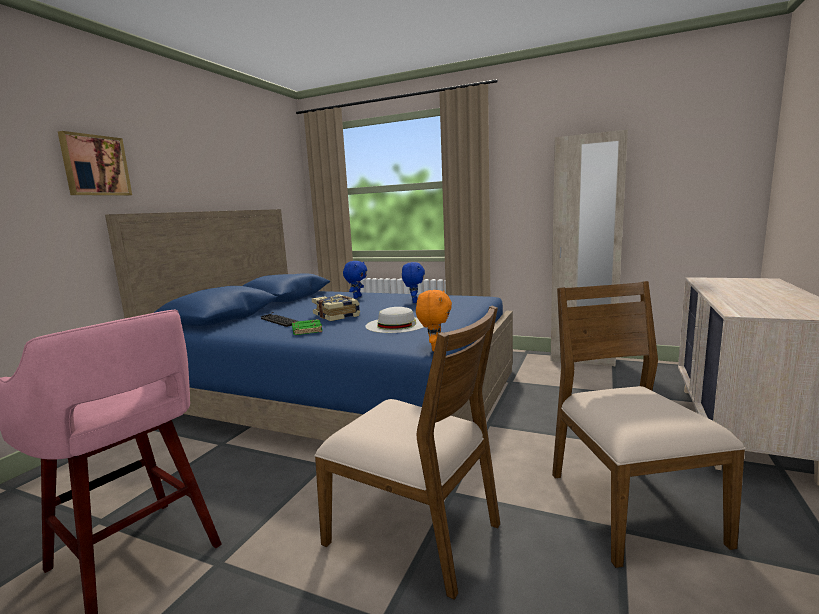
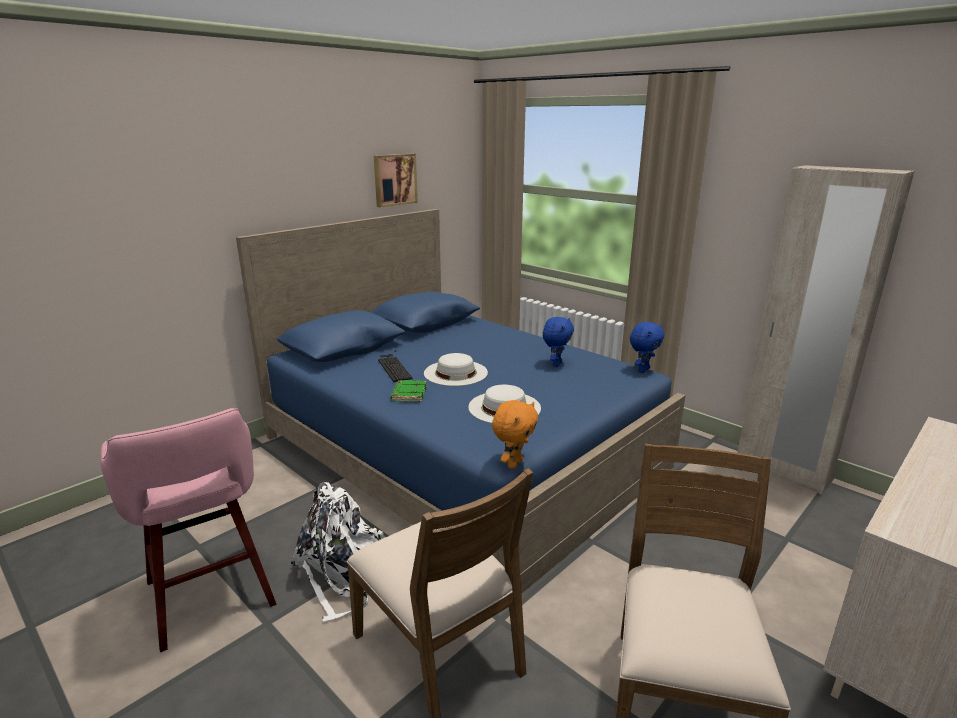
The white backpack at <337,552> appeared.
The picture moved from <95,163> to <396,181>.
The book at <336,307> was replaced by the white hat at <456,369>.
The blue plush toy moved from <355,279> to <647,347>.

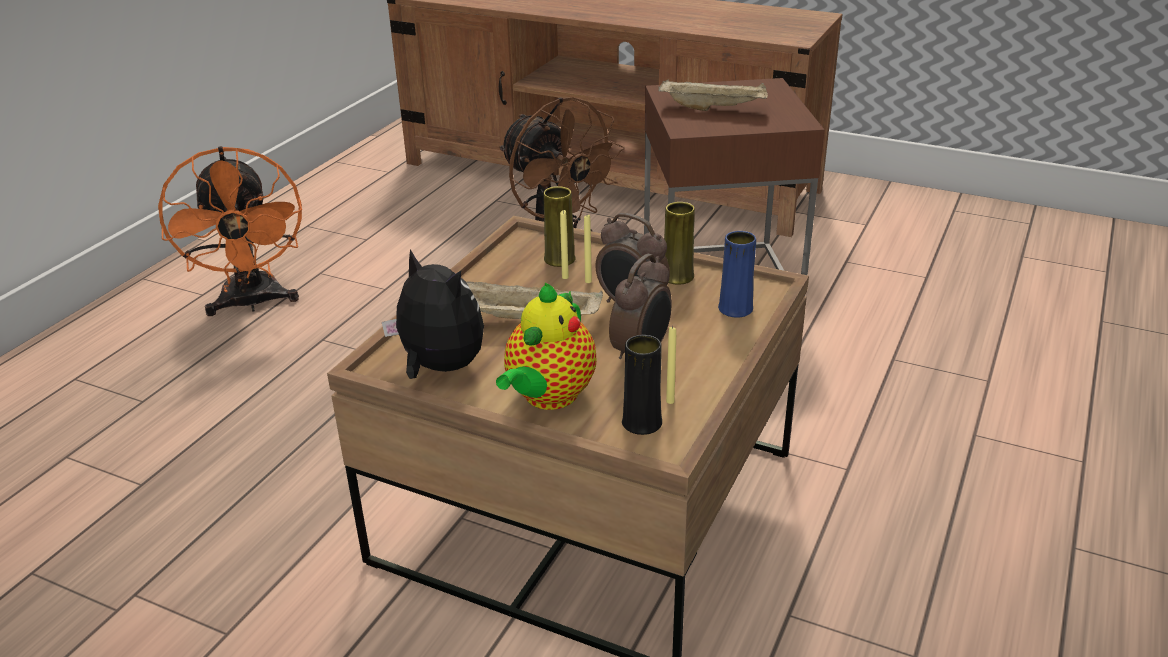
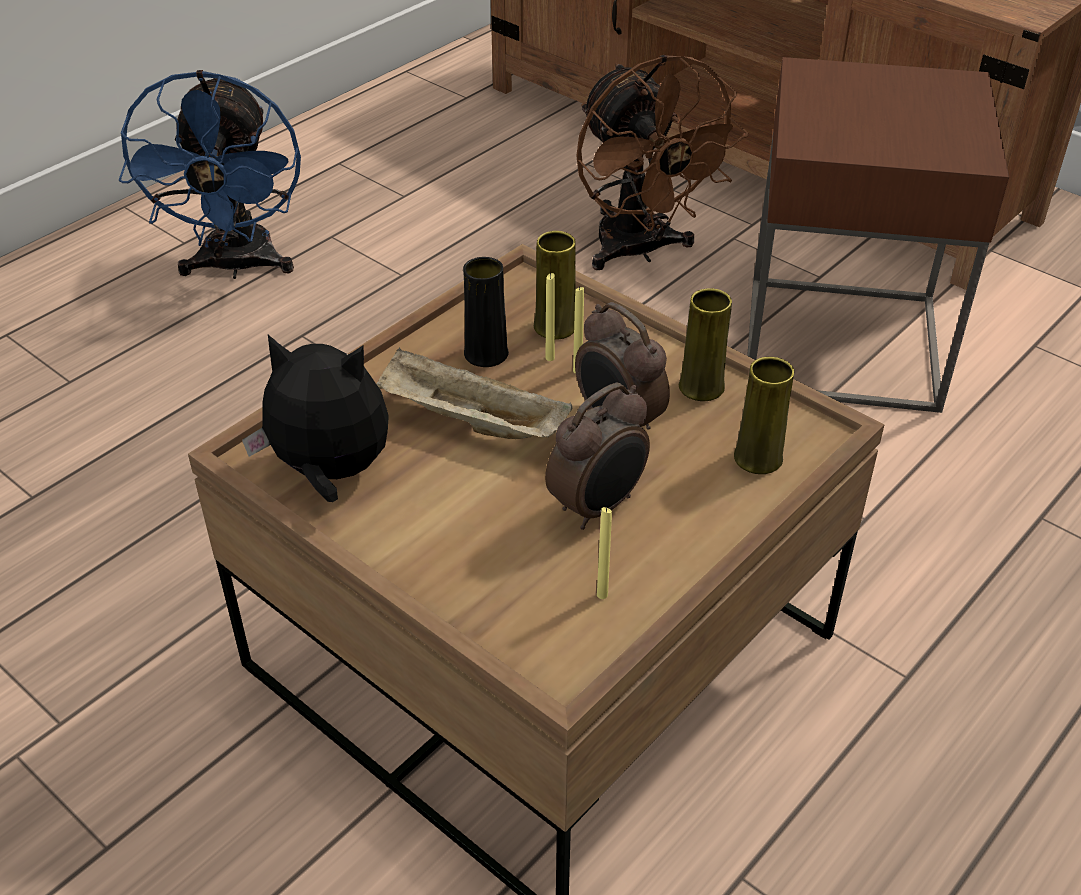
The orange fan at <230,231> became the blue fan at <210,174>.
The plush toy at <433,314> turned 45 degrees counterclockwise.
The black vase moved from <642,385> to <486,312>.
The blue vase at <737,274> became the yellow vase at <764,415>.
The teapot at <546,346> disappeared.
The beige tray at <713,95> disappeared.

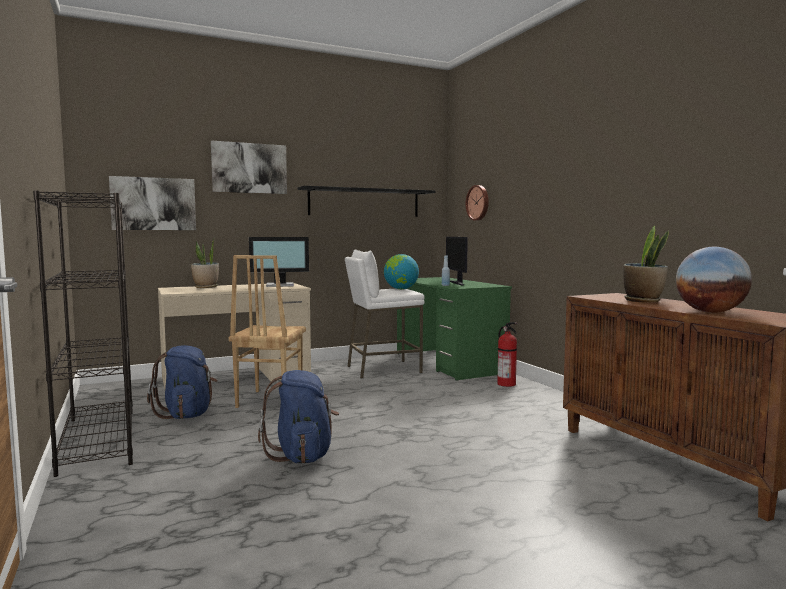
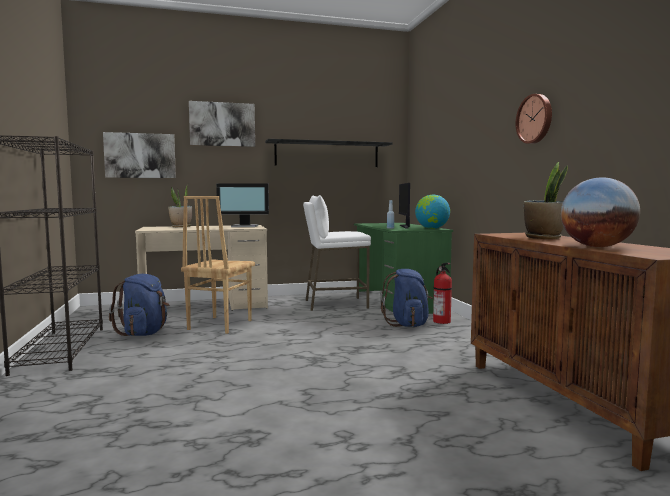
The blue backpack moved from <298,417> to <407,298>.
The globe moved from <401,271> to <432,212>.
The wall clock moved from <477,203> to <533,119>.

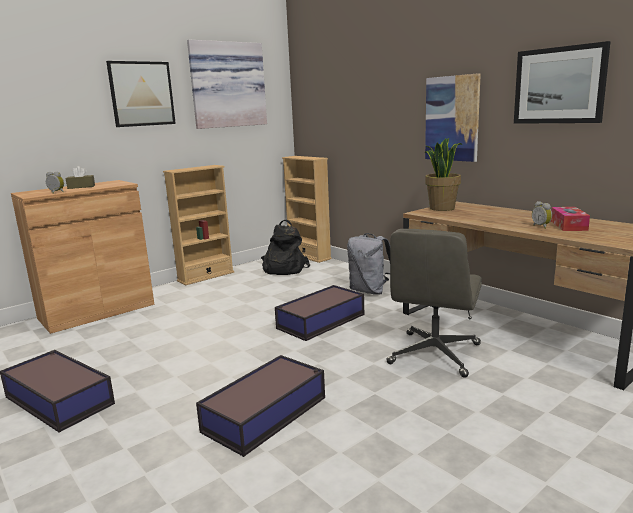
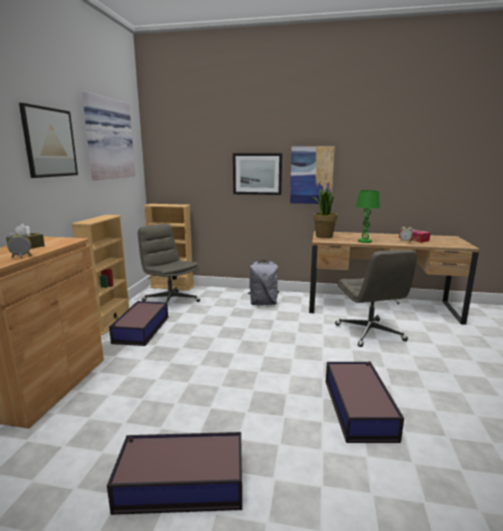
The storage box moved from <319,313> to <138,323>.
The black backpack at <285,247> was replaced by the grey office chair at <169,263>.
The picture moved from <562,82> to <257,174>.
The green table lamp at <368,216> appeared.

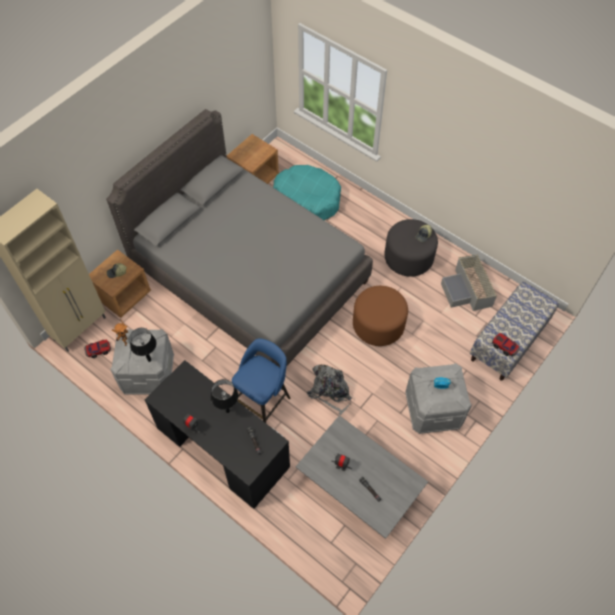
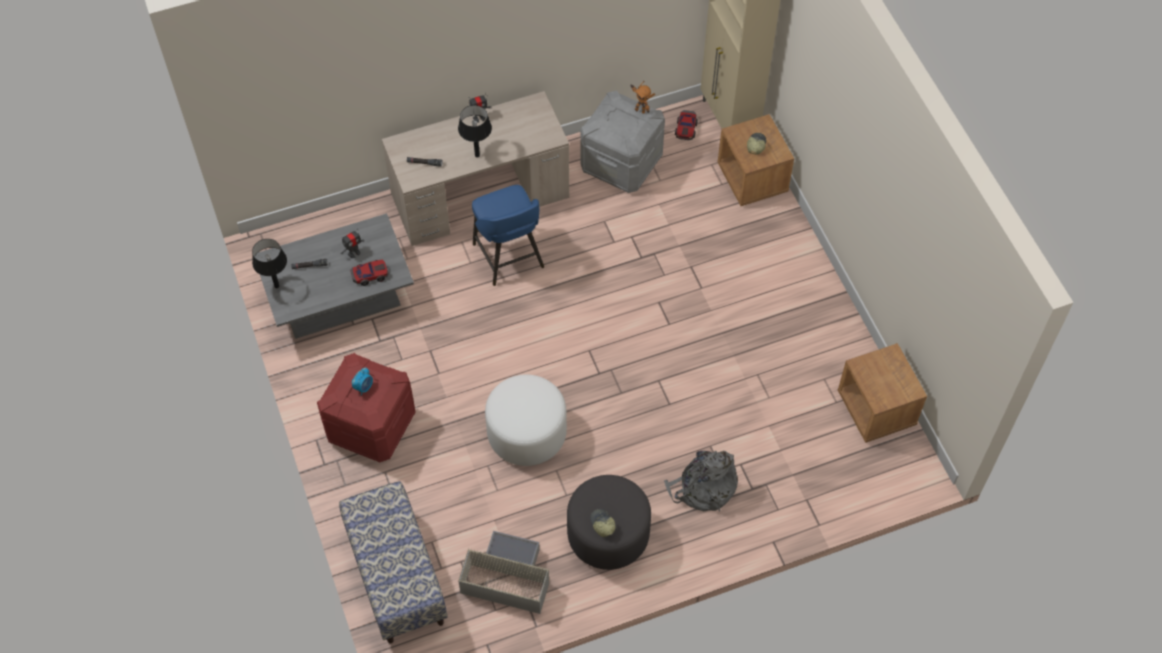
The black table lamp moved from <143,345> to <269,263>.
The grey storage box at <438,398> became the red storage box at <366,408>.
The toy car moved from <506,344> to <369,273>.
The black desk at <217,434> became the beige desk at <475,168>.
The brown ottoman at <380,316> became the white ottoman at <526,420>.
The grey backpack moved from <329,390> to <701,481>.
The grey bed at <239,238> disappeared.
The turquoise dog bed at <307,192> disappeared.

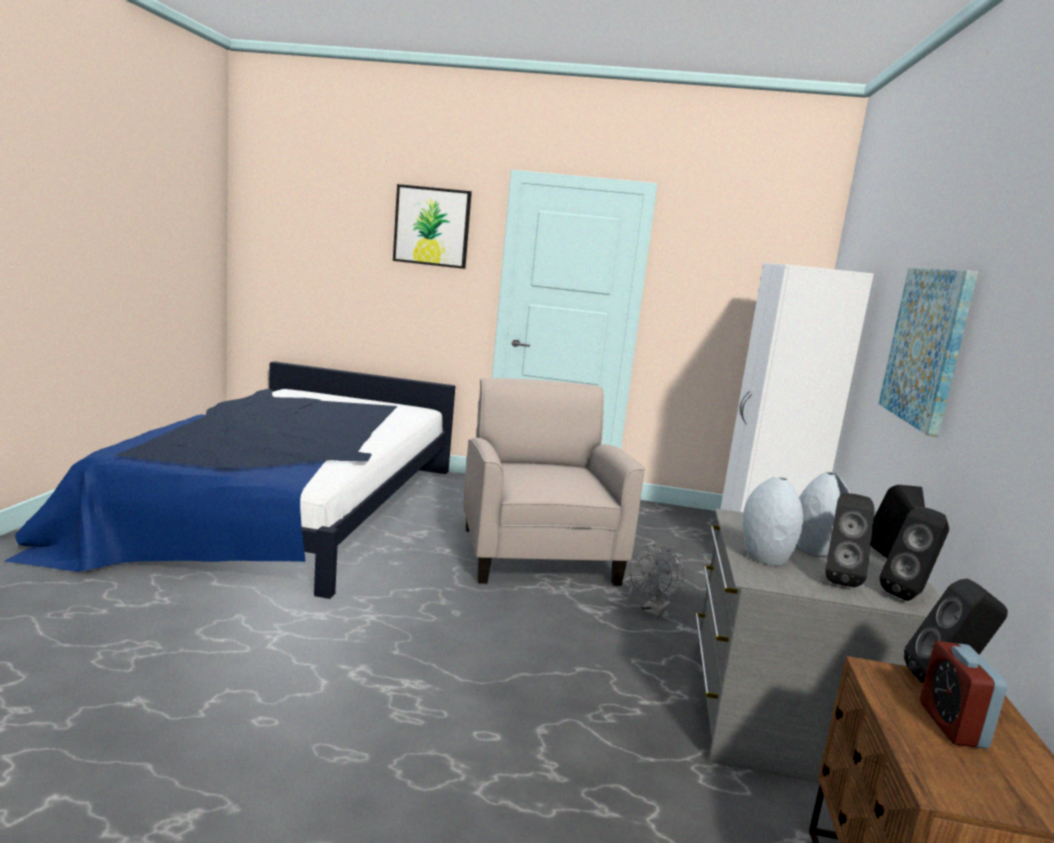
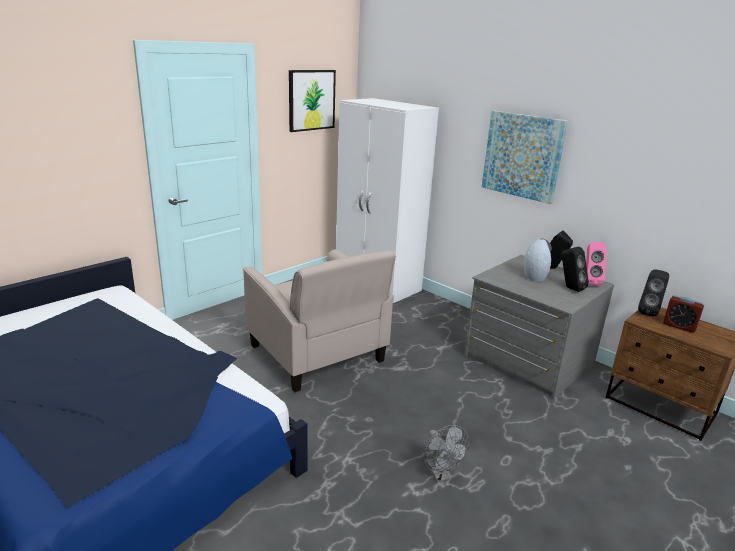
The beige armchair at <554,482> turned 150 degrees counterclockwise.
The picture moved from <432,226> to <312,101>.
The grey fan moved from <657,581> to <446,454>.
The black speaker at <914,553> became the pink speaker at <596,264>.
The grey vase at <773,521> disappeared.

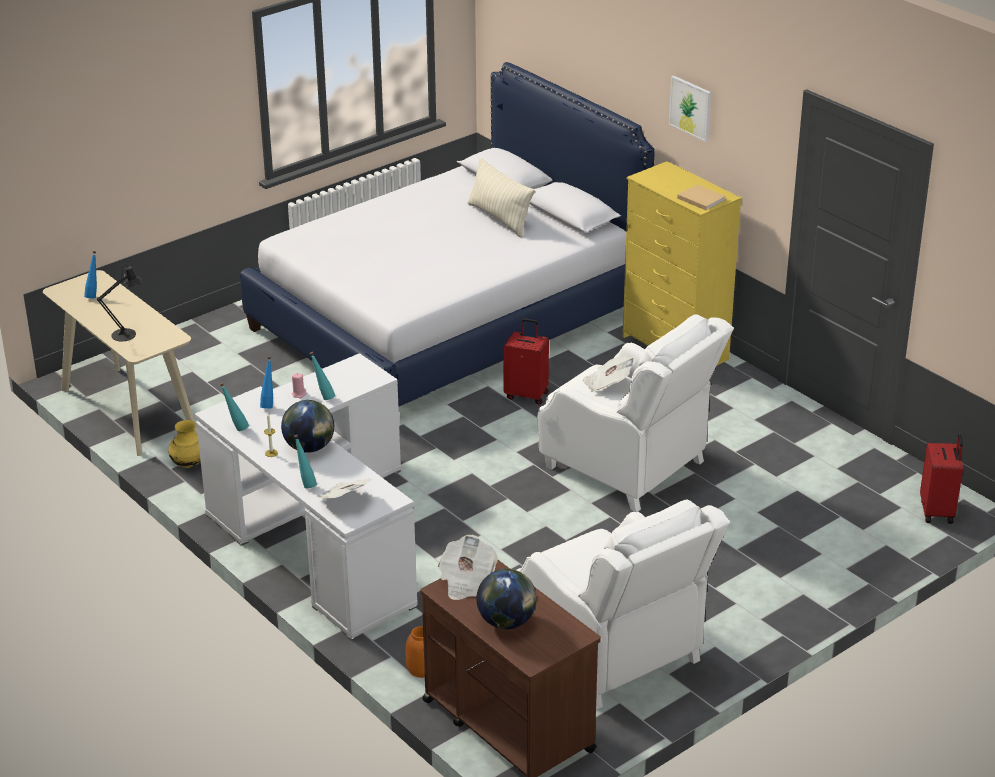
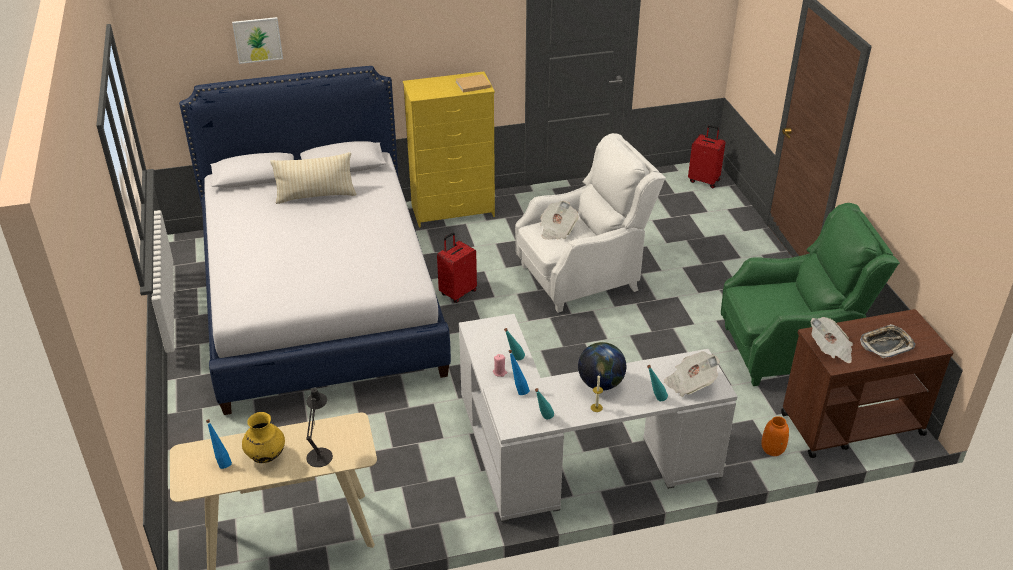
The picture moved from <690,109> to <257,40>.
The yellow vase moved from <184,444> to <263,437>.
The white armchair at <623,604> became the green armchair at <810,294>.
The globe at <506,599> was replaced by the tray at <887,341>.

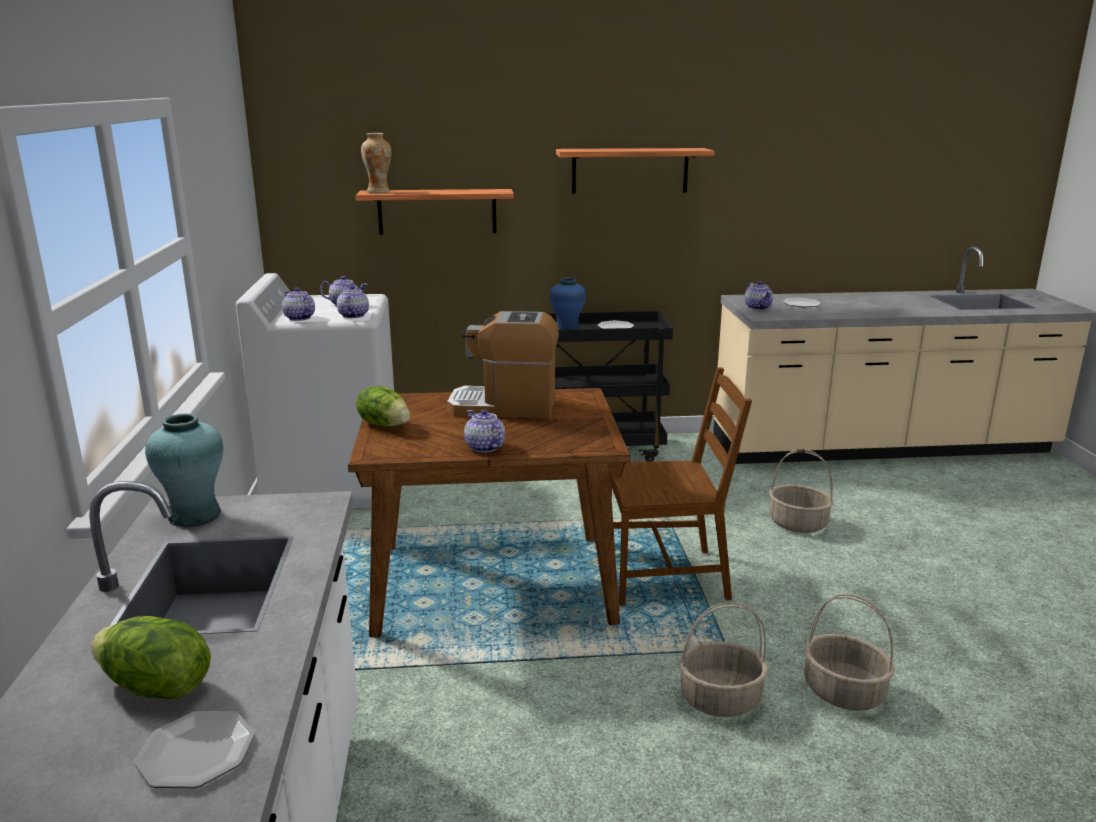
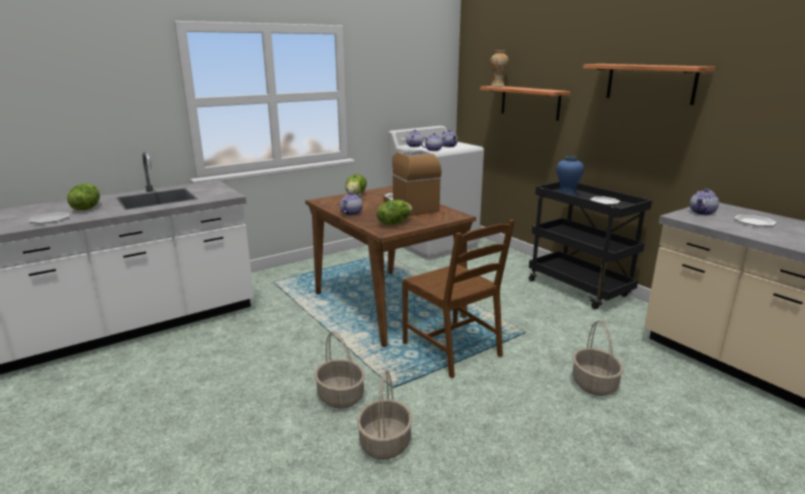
The lettuce at <394,212> appeared.
The turquoise vase at <184,470> disappeared.

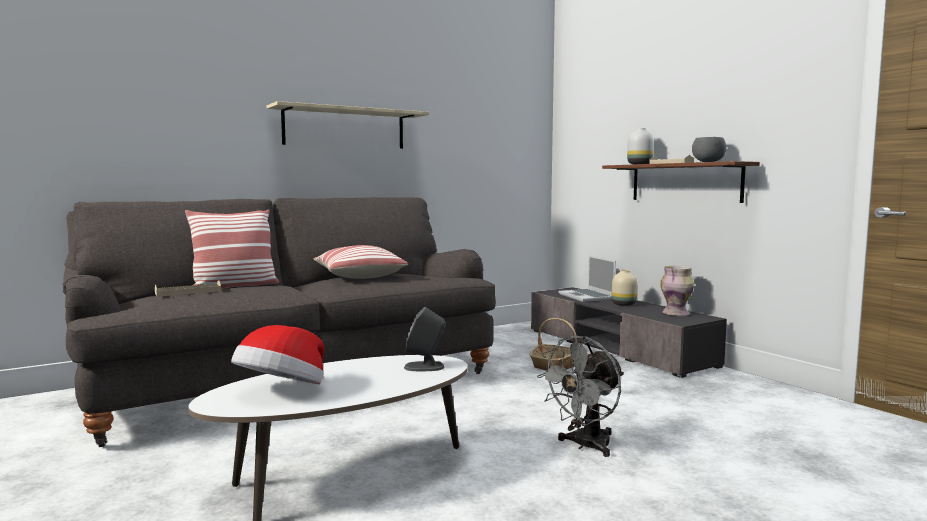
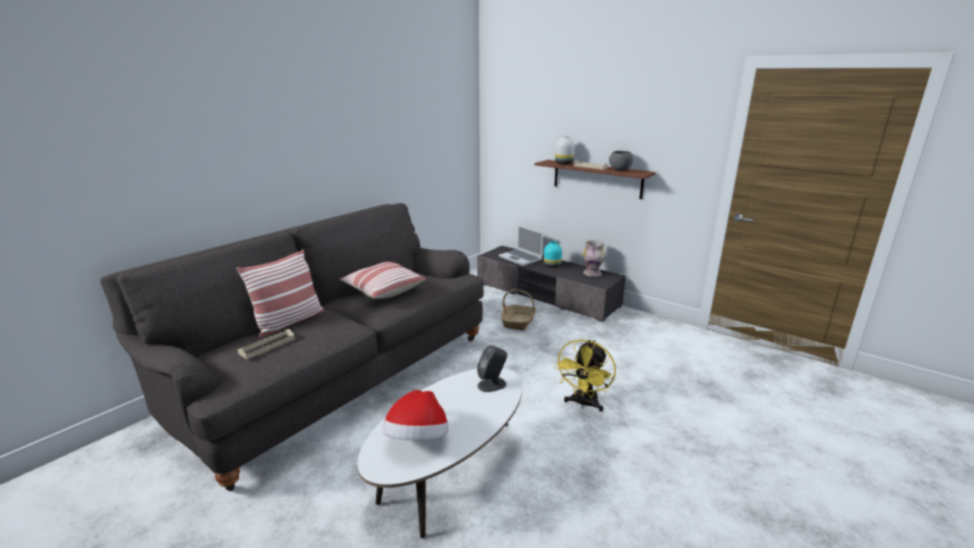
The beige vase at <625,288> became the turquoise vase at <553,254>.
The grey fan at <580,396> became the yellow fan at <585,375>.
The beige shelf at <348,125> disappeared.

